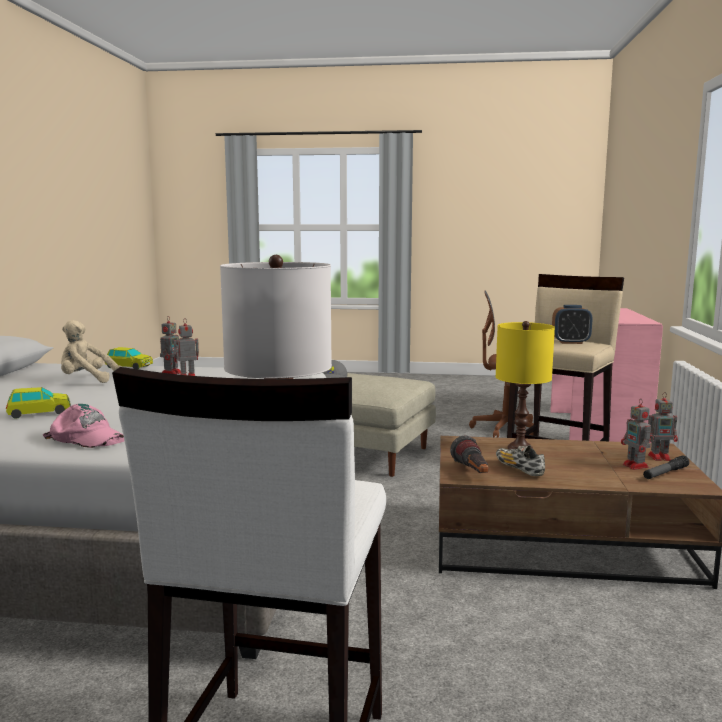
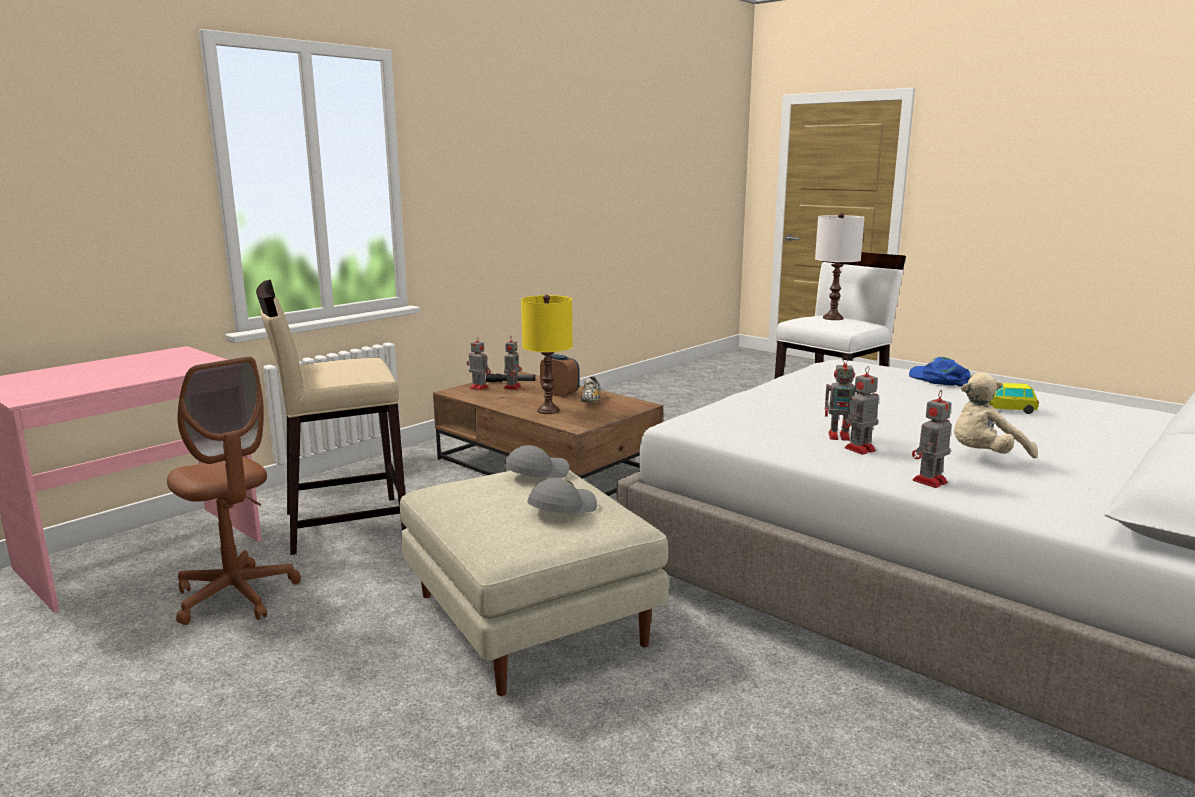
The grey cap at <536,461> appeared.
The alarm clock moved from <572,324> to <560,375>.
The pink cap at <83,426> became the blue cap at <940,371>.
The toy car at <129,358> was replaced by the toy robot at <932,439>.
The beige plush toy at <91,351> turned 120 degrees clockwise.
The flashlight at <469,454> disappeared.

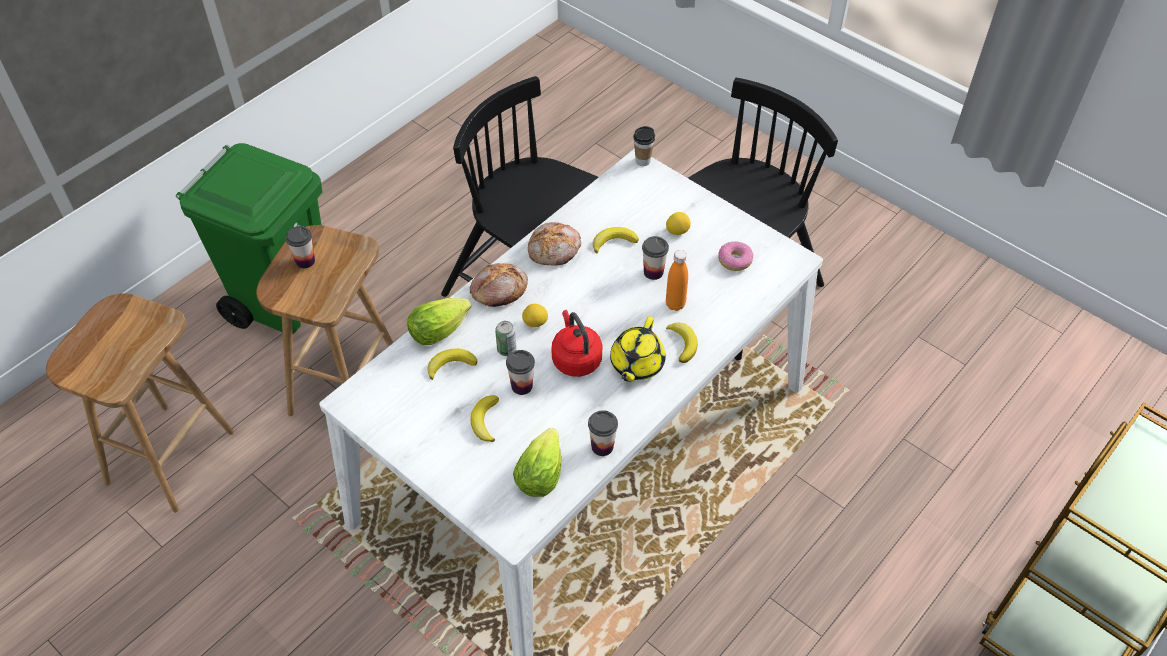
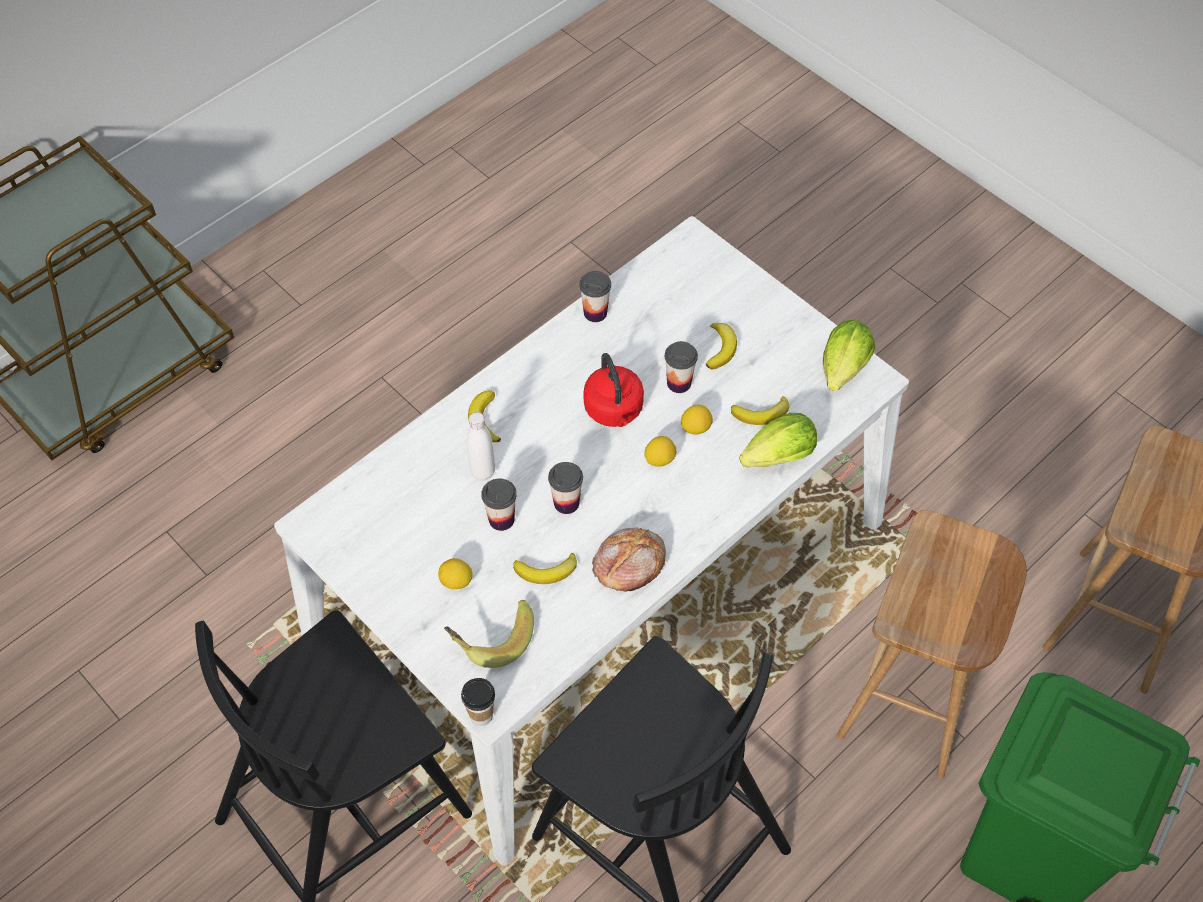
The banana at <489,634> appeared.
The orange bottle at <677,280> became the white bottle at <481,446>.
The cup moved from <300,247> to <565,488>.
The can at <505,338> was replaced by the lemon at <697,419>.
The lettuce moved from <537,462> to <849,355>.
The bread at <498,285> disappeared.
The yellow teapot at <638,349> disappeared.
The donut at <735,256> disappeared.

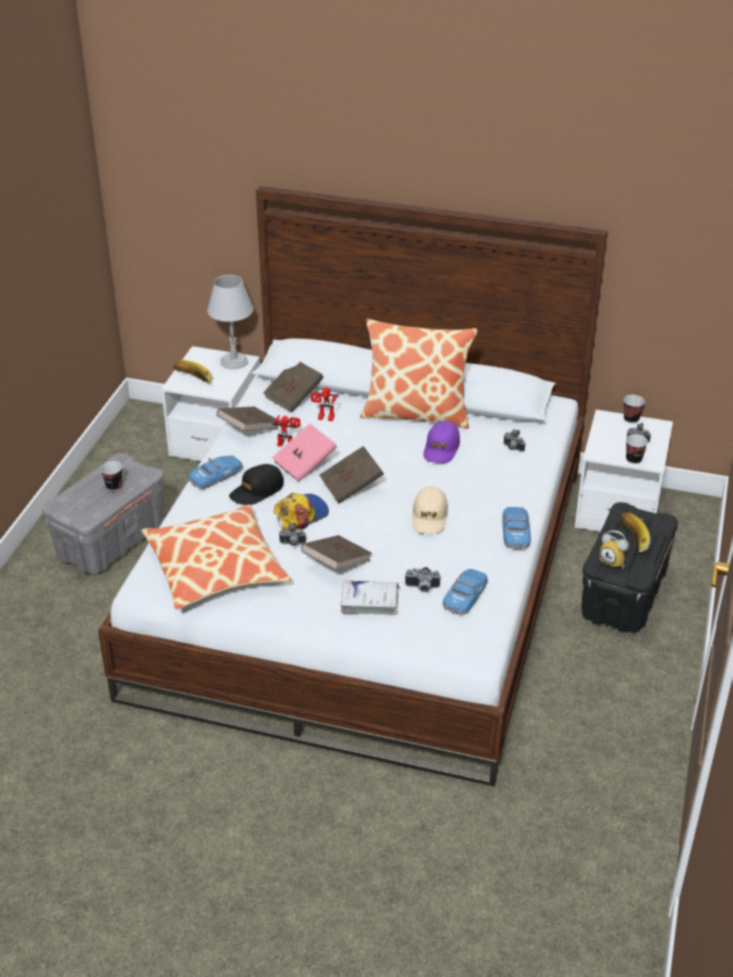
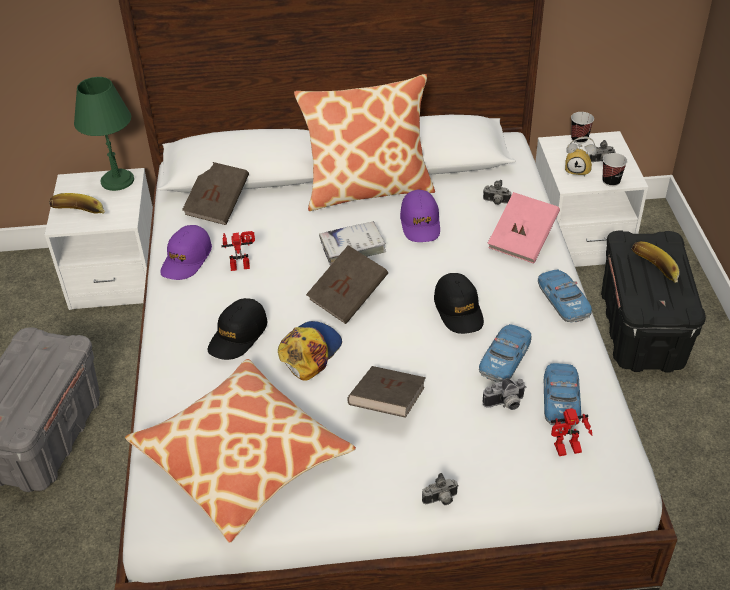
The grey table lamp at <230,322> became the green table lamp at <104,134>.
The brown book at <248,418> was replaced by the purple cap at <186,252>.
The white book moved from <369,597> to <352,243>.
The photo camera moved from <292,534> to <440,489>.
The beige cap at <430,510> became the black cap at <459,303>.
The toy car moved from <216,472> to <505,353>.
The pink book moved from <304,453> to <523,228>.
The toy robot moved from <324,404> to <571,432>.
The alarm clock moved from <614,549> to <581,157>.
The cup at <111,476> disappeared.

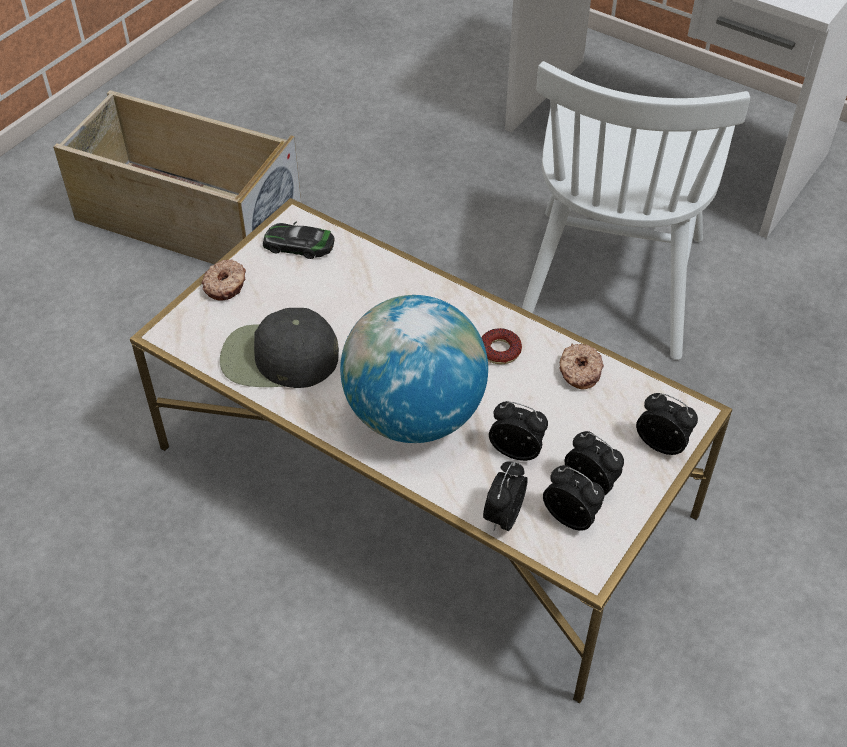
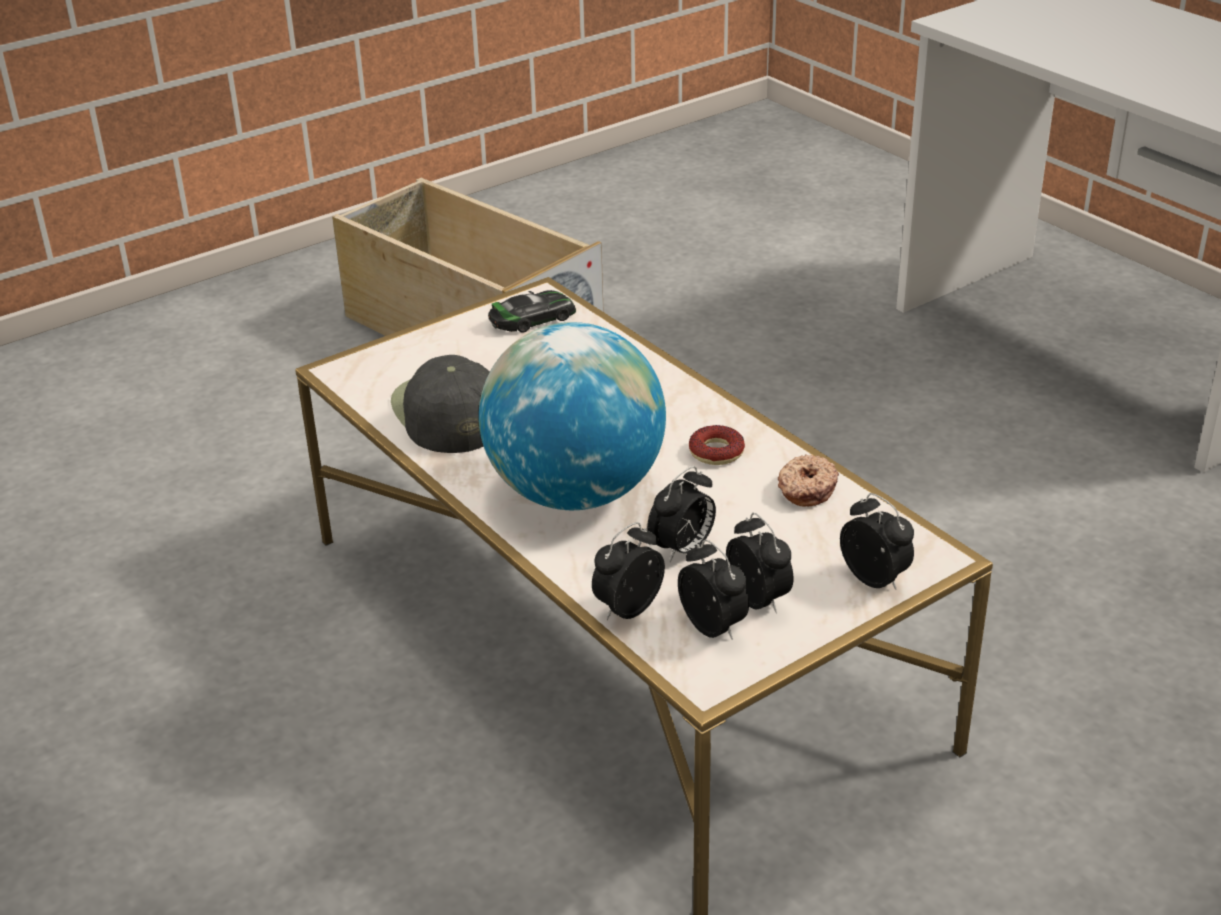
The black cap at <279,348> turned 45 degrees clockwise.
The toy car at <299,240> turned 120 degrees clockwise.
The alarm clock at <518,431> turned 90 degrees clockwise.
The donut at <224,280> disappeared.
The white chair at <636,210> disappeared.

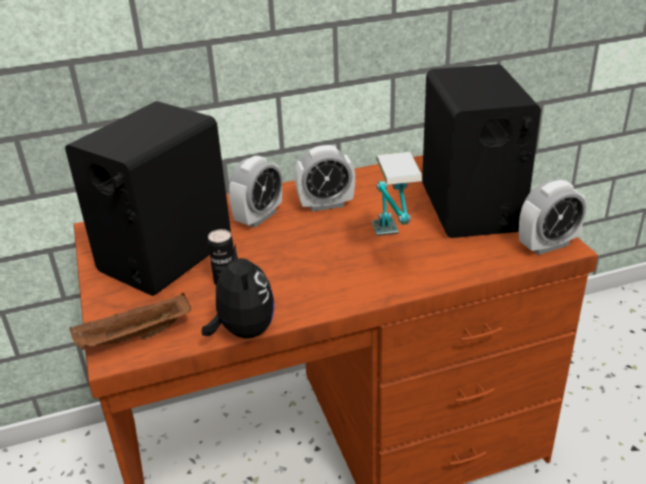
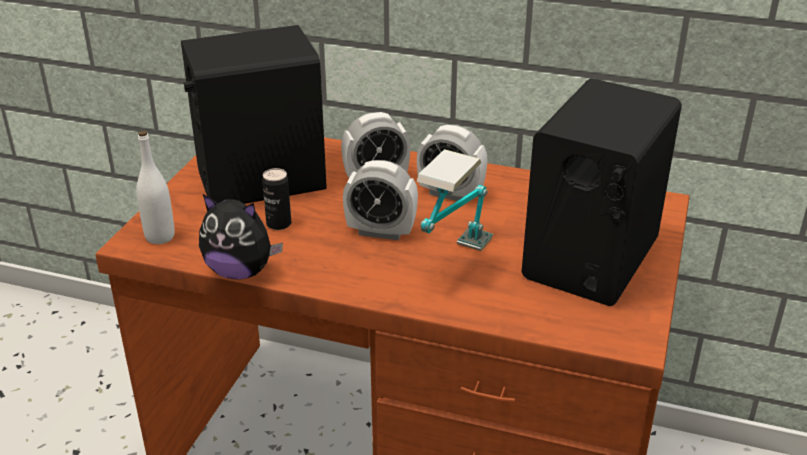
The brown tray at <130,321> was replaced by the white bottle at <155,187>.
The plush toy at <238,290> turned 90 degrees clockwise.
The alarm clock moved from <553,217> to <380,200>.

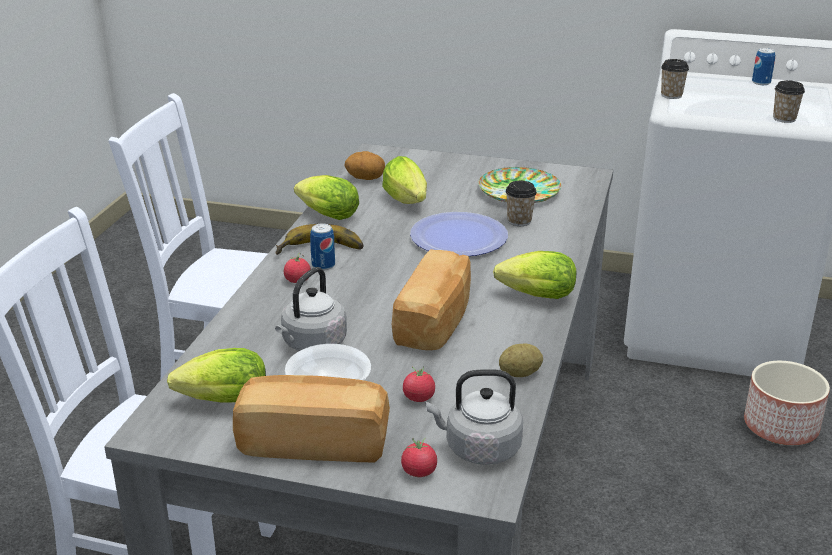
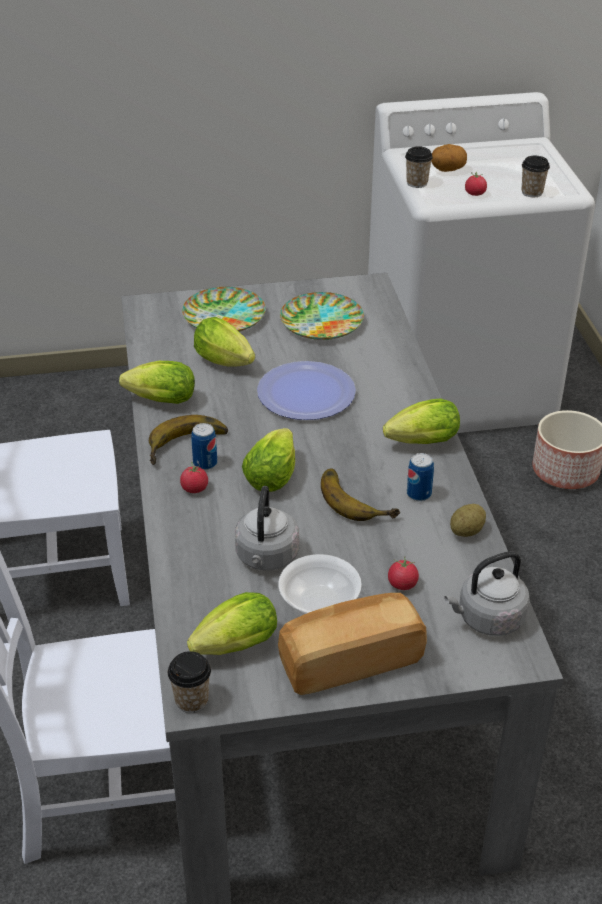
The cup moved from <521,203> to <189,682>.
The plate at <224,309> appeared.
The lettuce at <268,460> appeared.
The bread at <431,299> was replaced by the banana at <360,494>.
The can moved from <763,66> to <420,477>.
The potato moved from <365,165> to <449,158>.
The tomato moved from <419,457> to <476,184>.

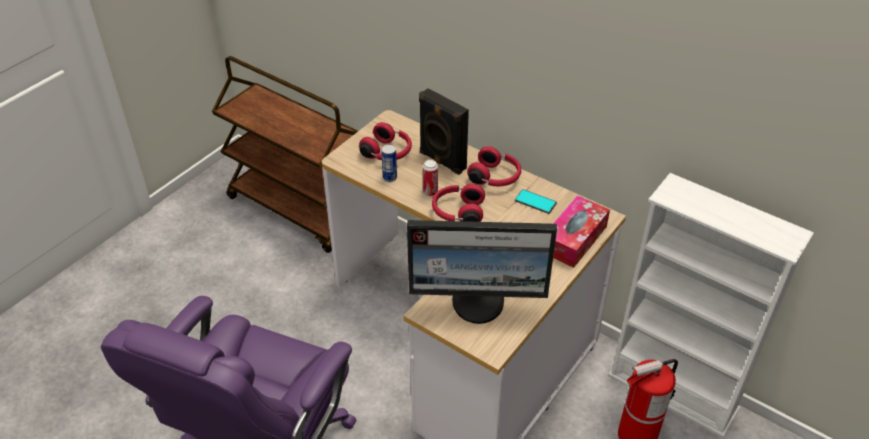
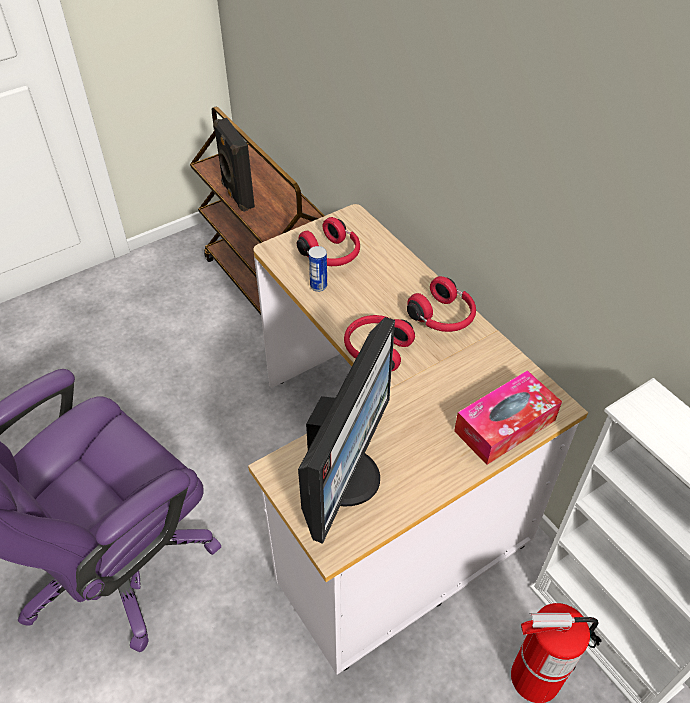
The black speaker moved from <444,131> to <234,165>.
The monitor at <482,272> turned 90 degrees counterclockwise.
The can at <430,177> disappeared.
The phone at <536,201> disappeared.

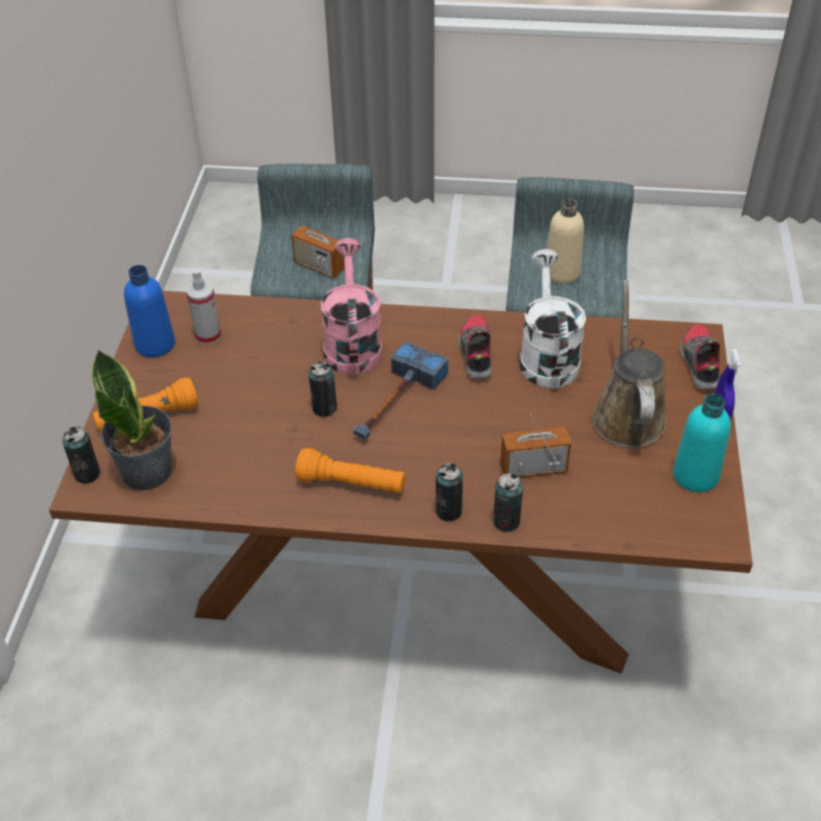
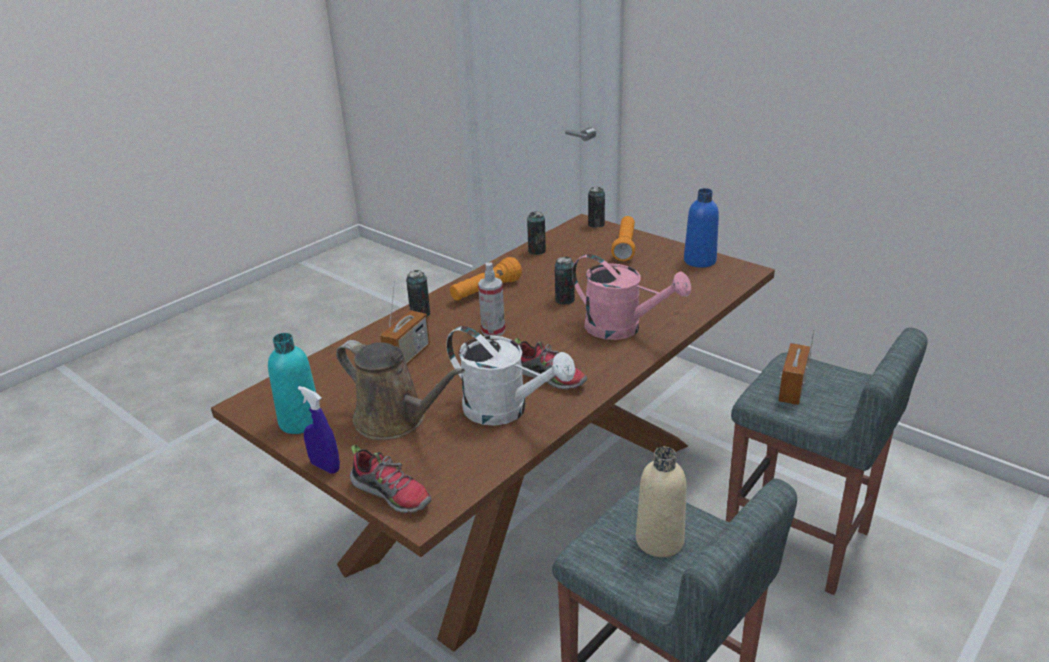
The spray bottle moved from <203,307> to <491,299>.
The can moved from <508,502> to <536,233>.
The radio at <318,240> turned 45 degrees counterclockwise.
The potted plant at <132,419> disappeared.
The hammer at <400,390> disappeared.

